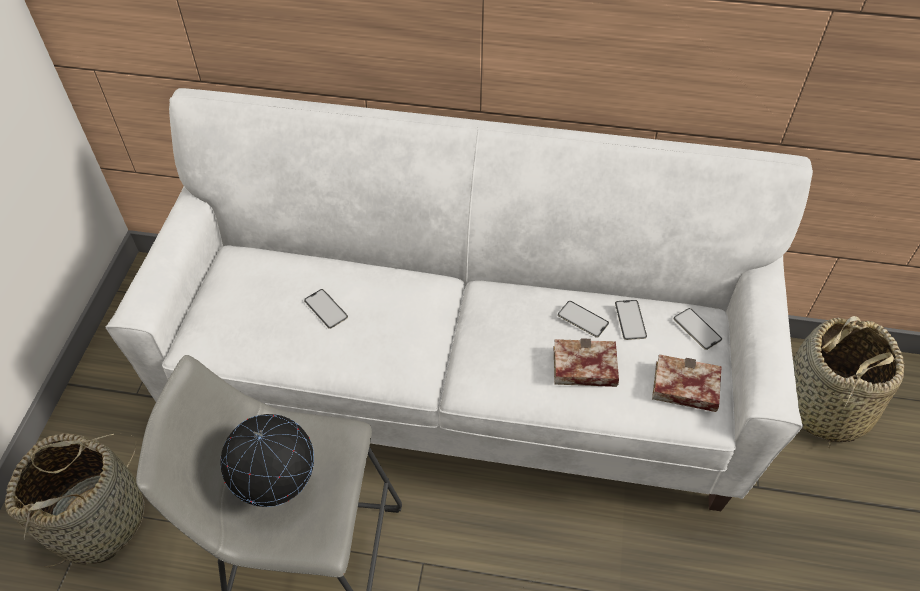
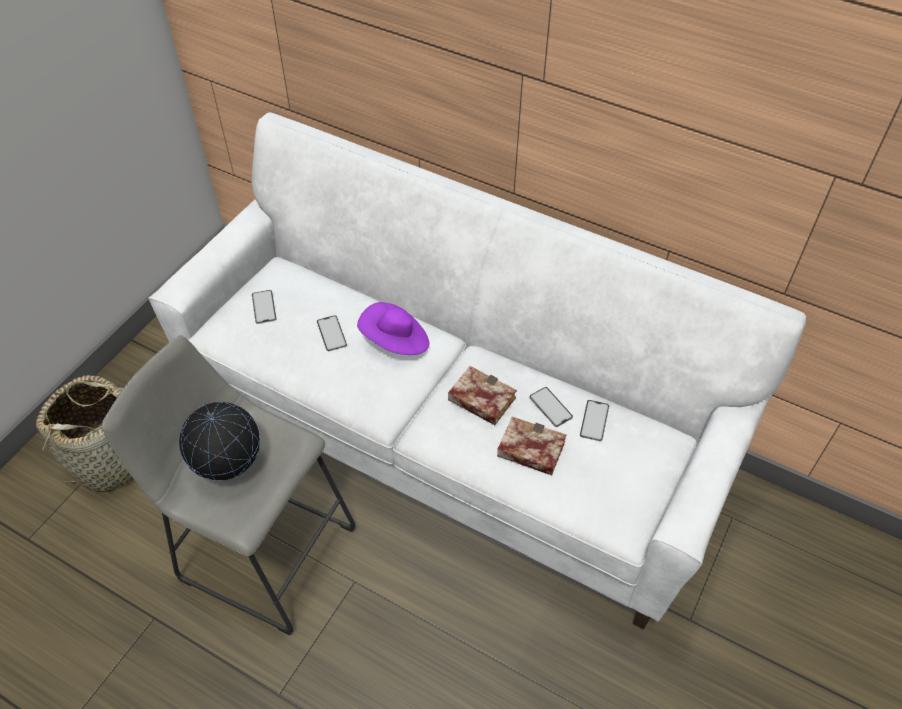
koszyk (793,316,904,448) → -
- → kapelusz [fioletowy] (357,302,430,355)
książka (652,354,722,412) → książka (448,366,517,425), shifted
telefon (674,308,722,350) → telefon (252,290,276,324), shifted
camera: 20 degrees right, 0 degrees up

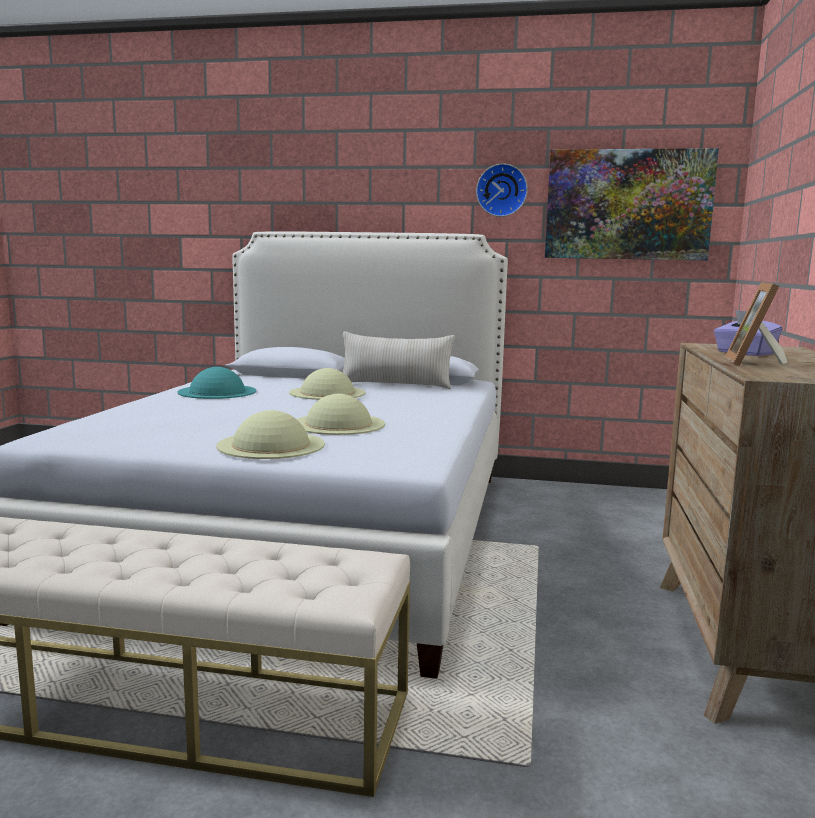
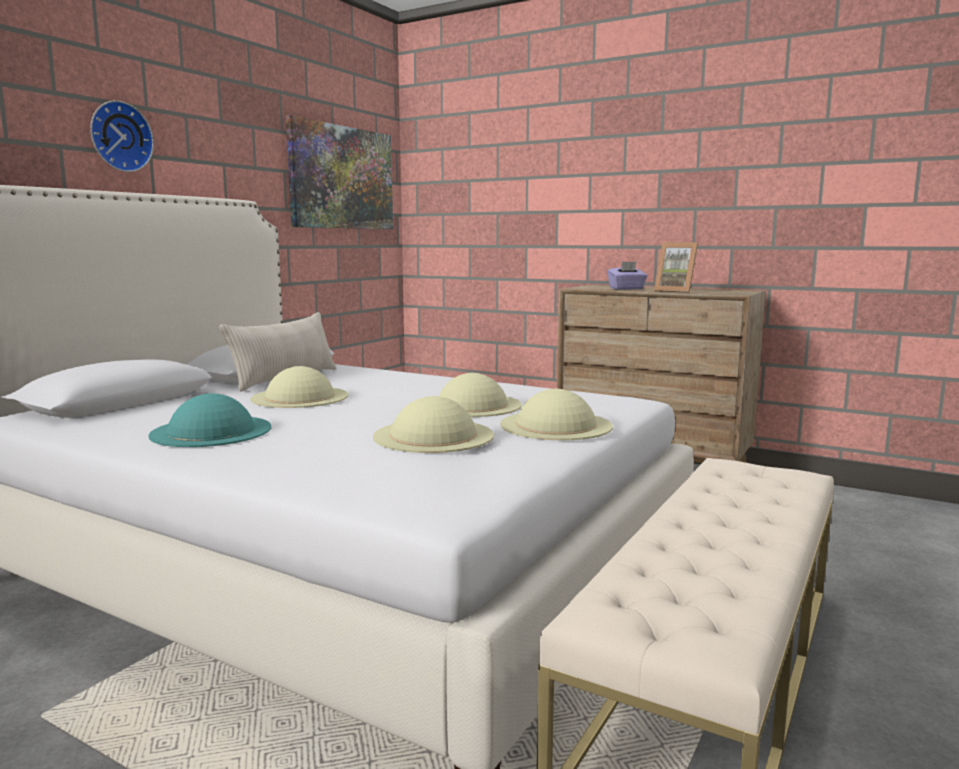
- → kapelusz [beżowy] (373,396,494,453)
zegar ścienny (476,163,528,217) → zegar ścienny (90,100,154,172), shifted
camera: 70 degrees left, 0 degrees up

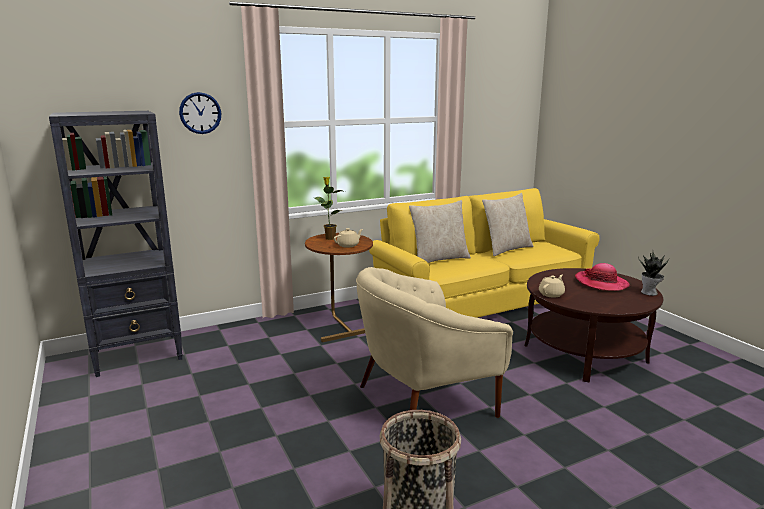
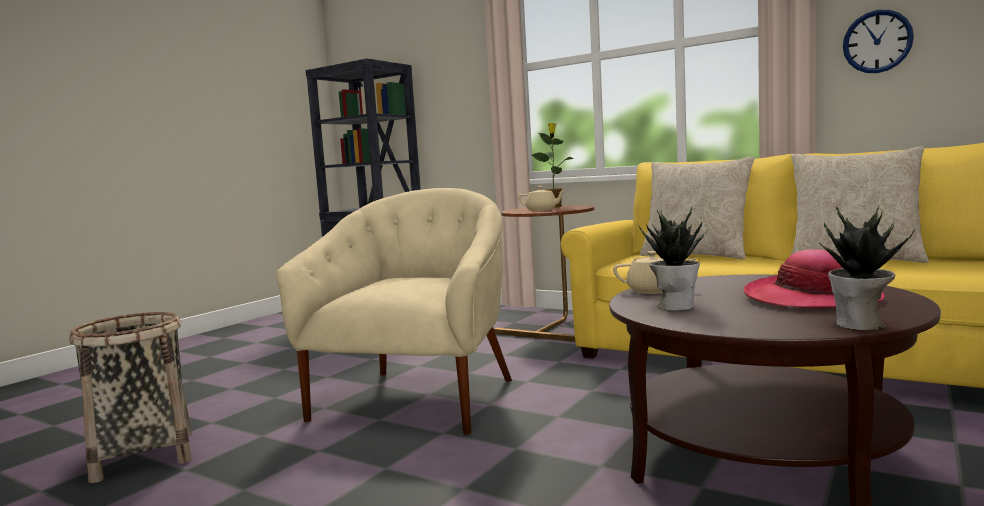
- → roślina doniczkowa (639,207,708,311)
zegar ścienny (179,92,221,134) → zegar ścienny (843,10,914,73), shifted
fotel [beżowy] (356,267,513,418) → fotel [beżowy] (276,188,512,435), 75 degrees clockwise
camera: 60 degrees right, 10 degrees down

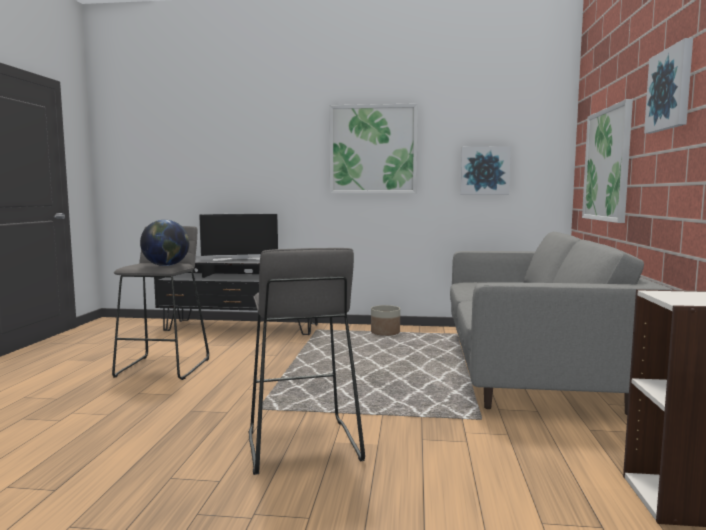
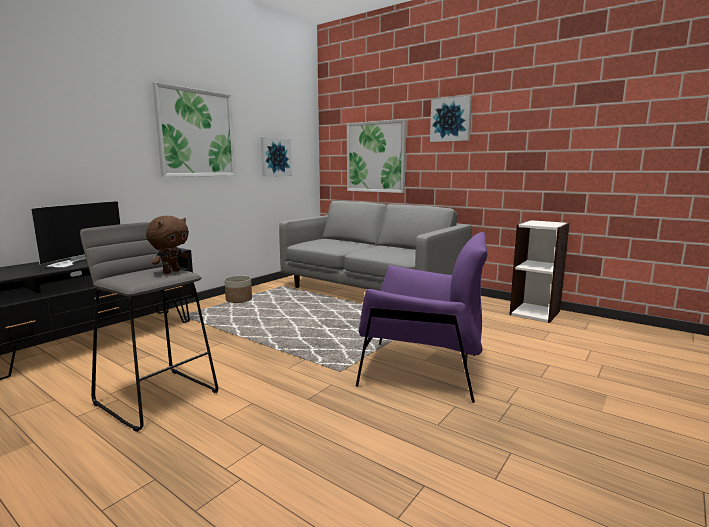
globus (140,220,189,266) → pluszak [brązowy] (146,216,189,274)
stołek [szary] (249,248,365,475) → fotel [fioletowy] (356,232,488,403)
camera: 60 degrees left, 5 degrees up

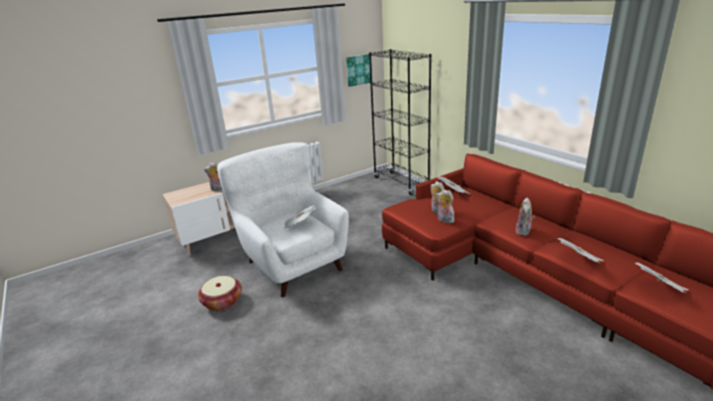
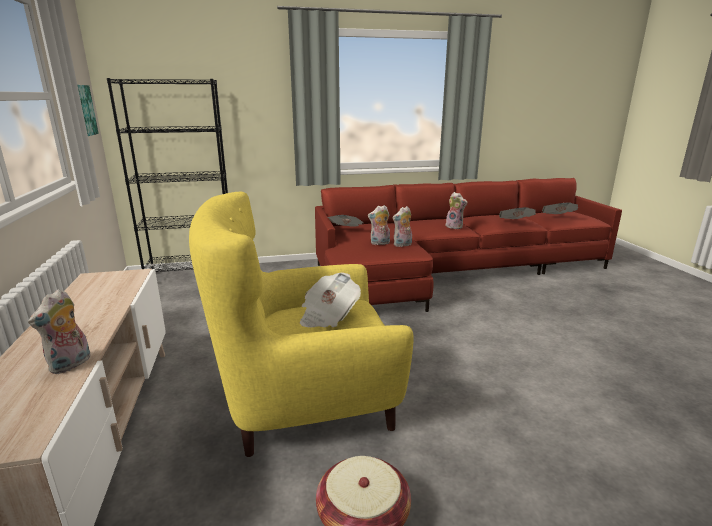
fotel [biały] (217,142,349,297) → fotel [żółty] (189,192,414,457)
camera: 70 degrees left, 5 degrees down

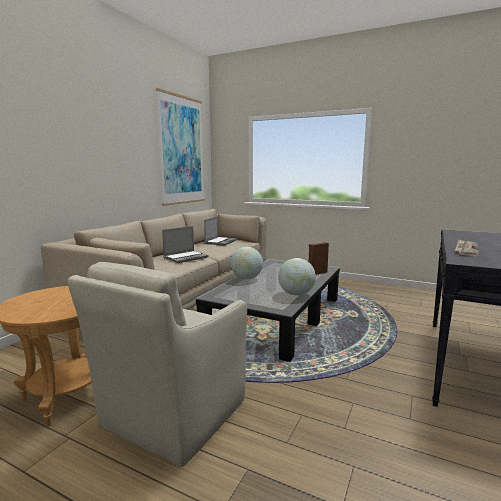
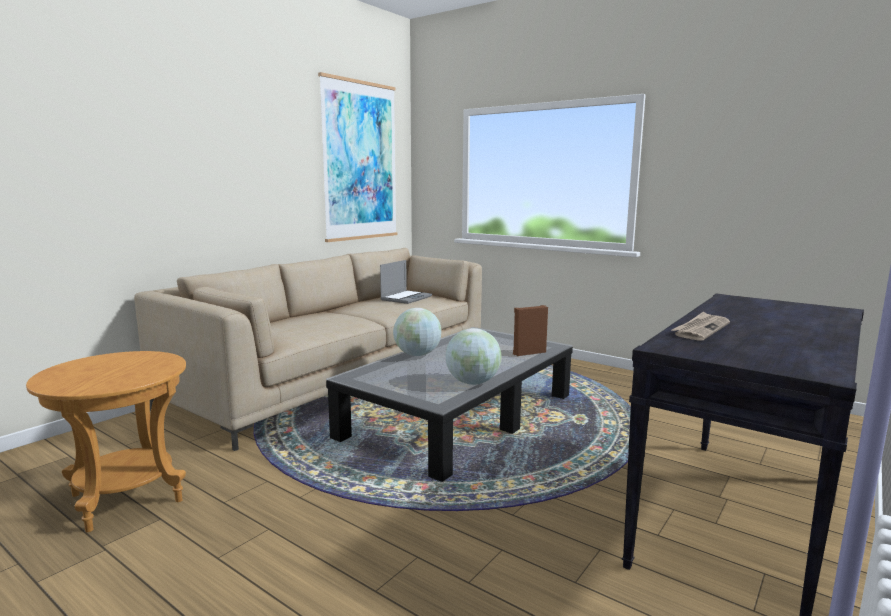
fotel [beżowy] (68,262,247,467) → -
laptop (162,226,209,263) → -
camera: 10 degrees right, 0 degrees up

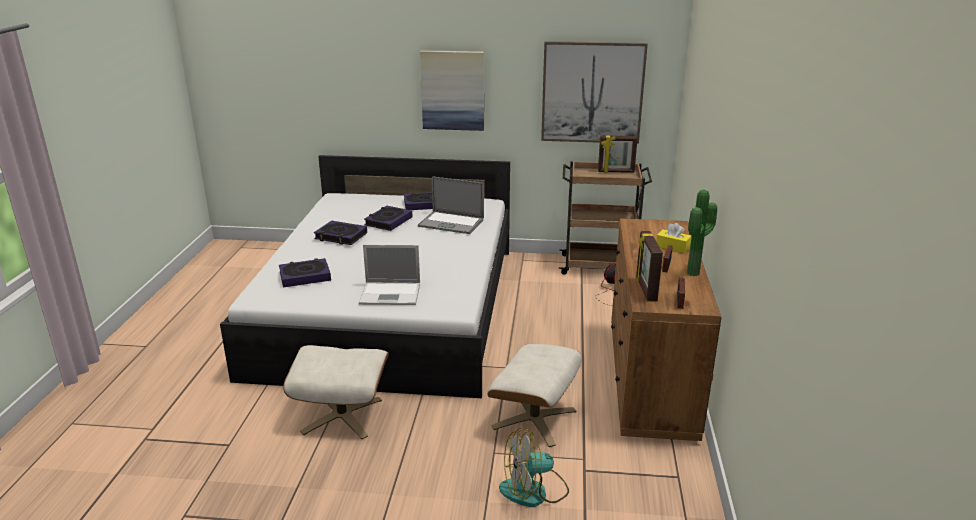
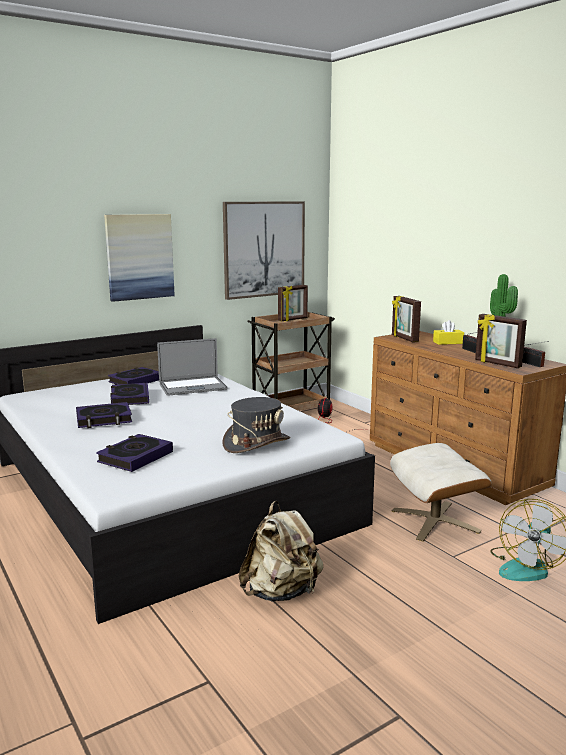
- → ramka na zdjęcie (392,296,421,342)
pufa [beżowy] (283,345,389,439) → plecak [beżowy] (238,501,323,602)
laptop (359,244,420,305) → kapelusz [szary] (222,397,290,453)
camera: 40 degrees left, 10 degrees down

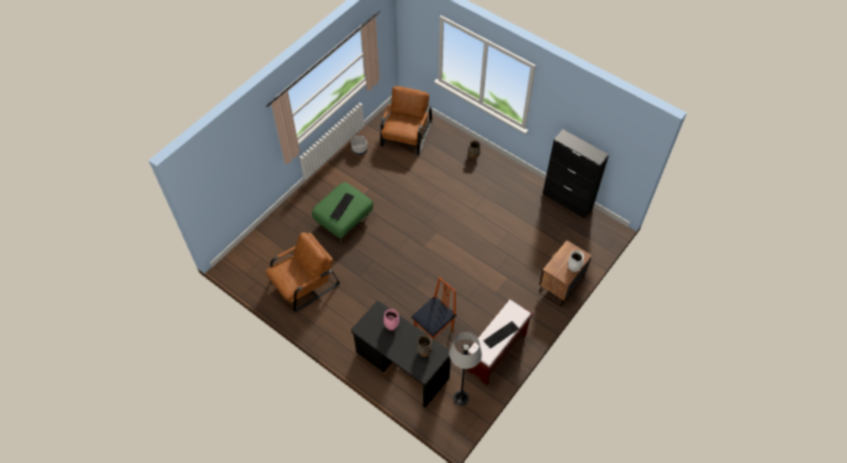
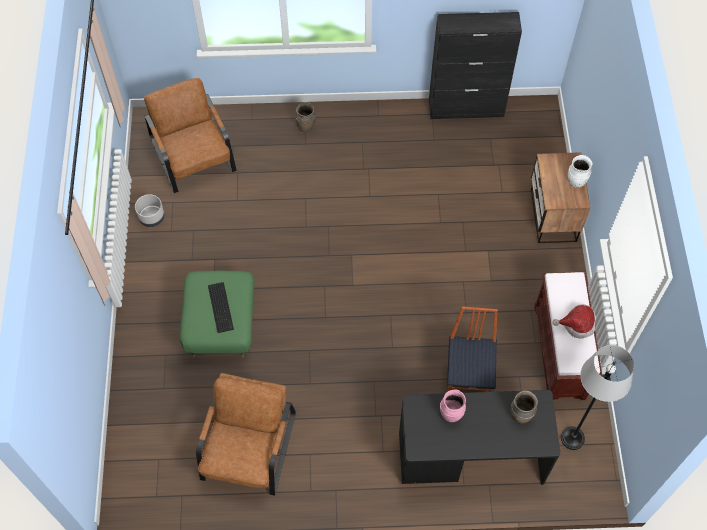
klawiatura (483,321,519,349) → kapelusz (553,304,596,339)
camera: 40 degrees left, 5 degrees up

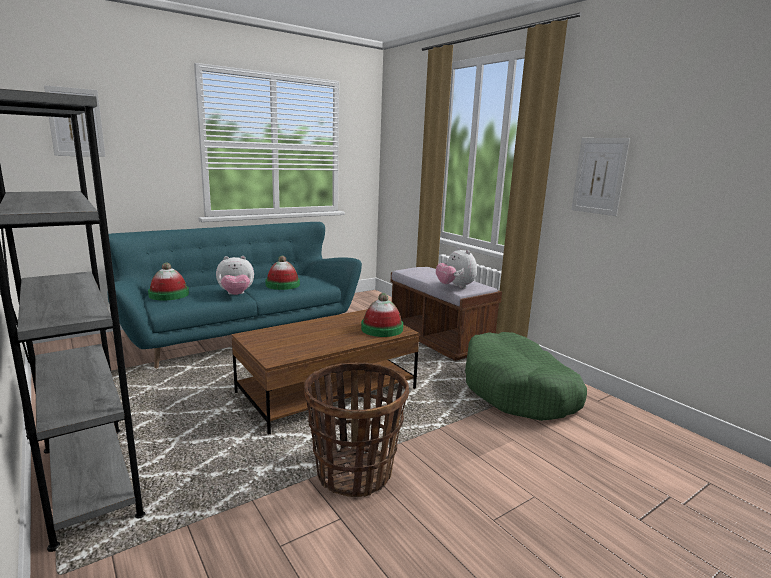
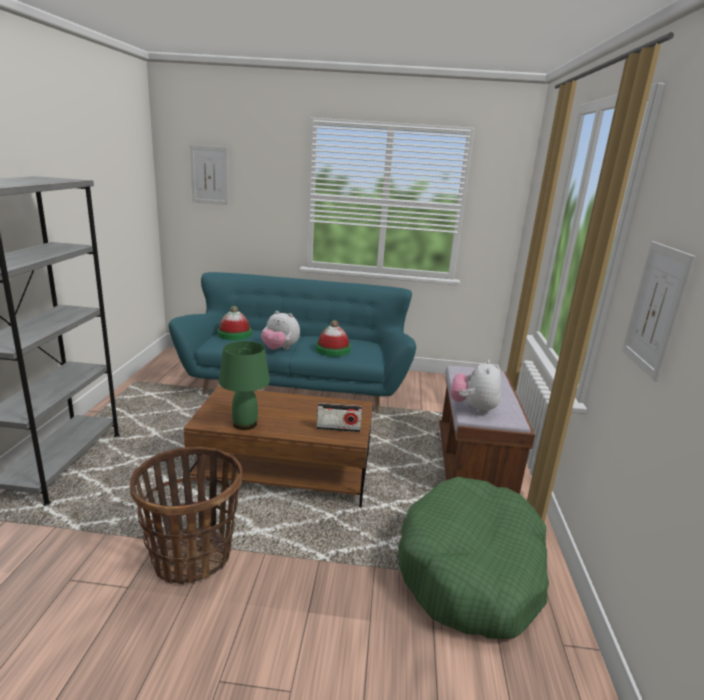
- → lampa stołowa [zielony] (219,341,270,430)
kapelusz (361,293,403,337) → radio (317,403,362,432)
camera: 40 degrees right, 5 degrees up

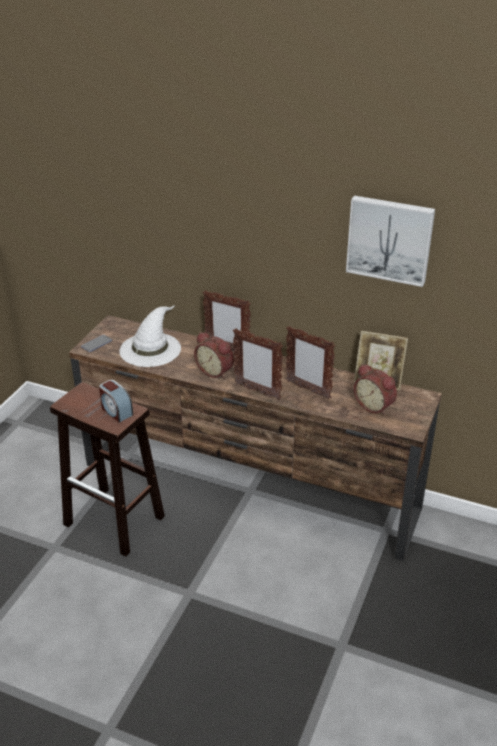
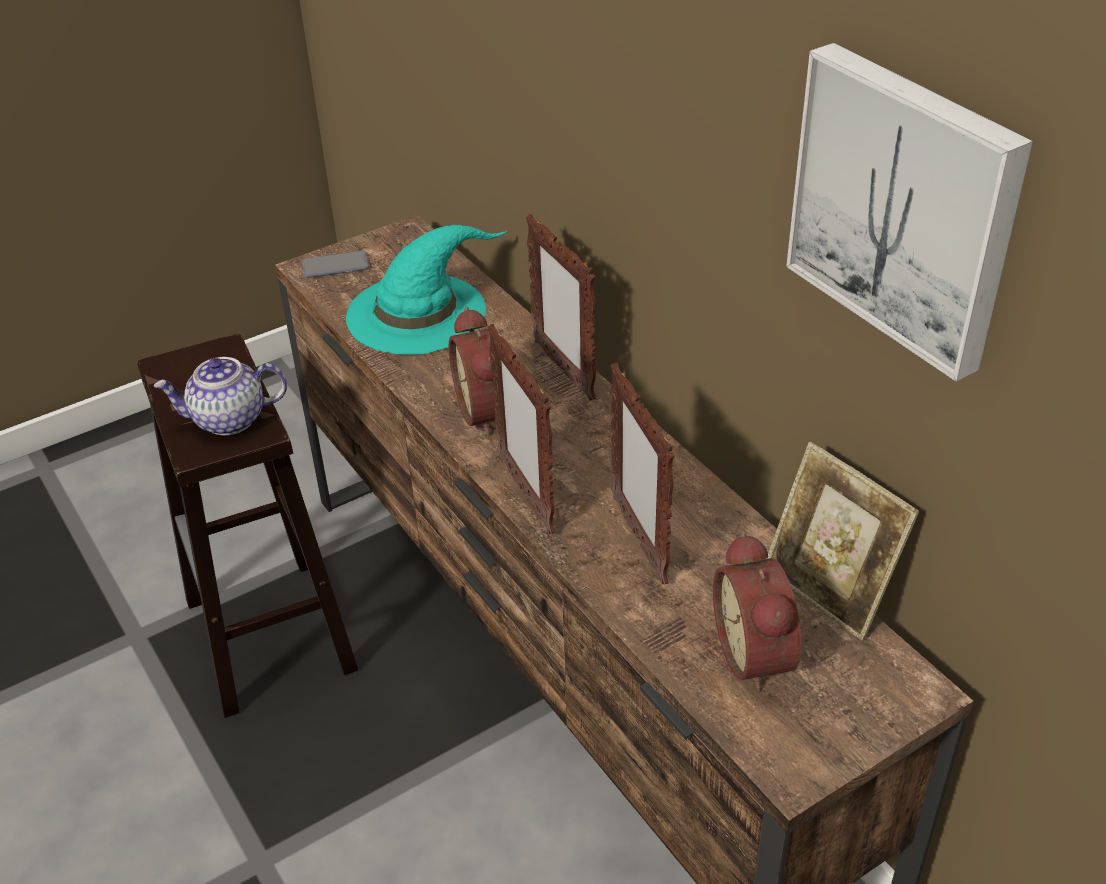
budzik (99,380,133,422) → imbryk (153,357,287,435)
kapelusz [biały] (119,305,181,367) → kapelusz [turkusowy] (346,225,506,355)
camera: 35 degrees right, 5 degrees up

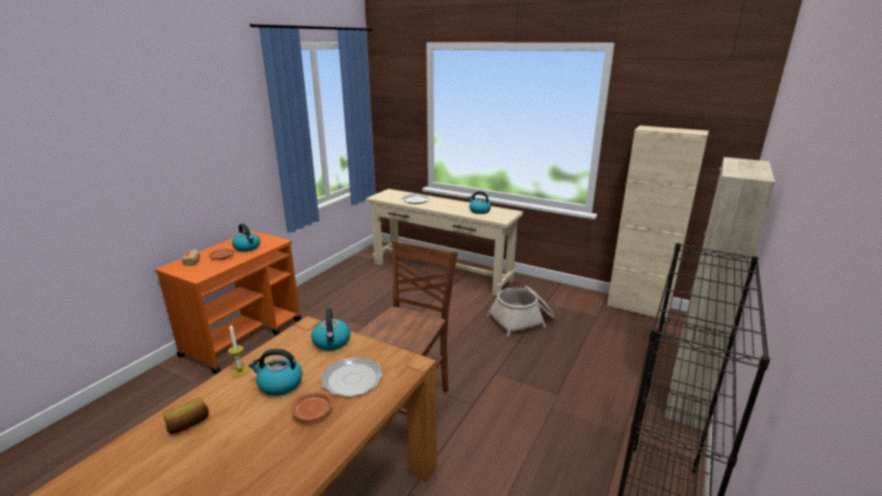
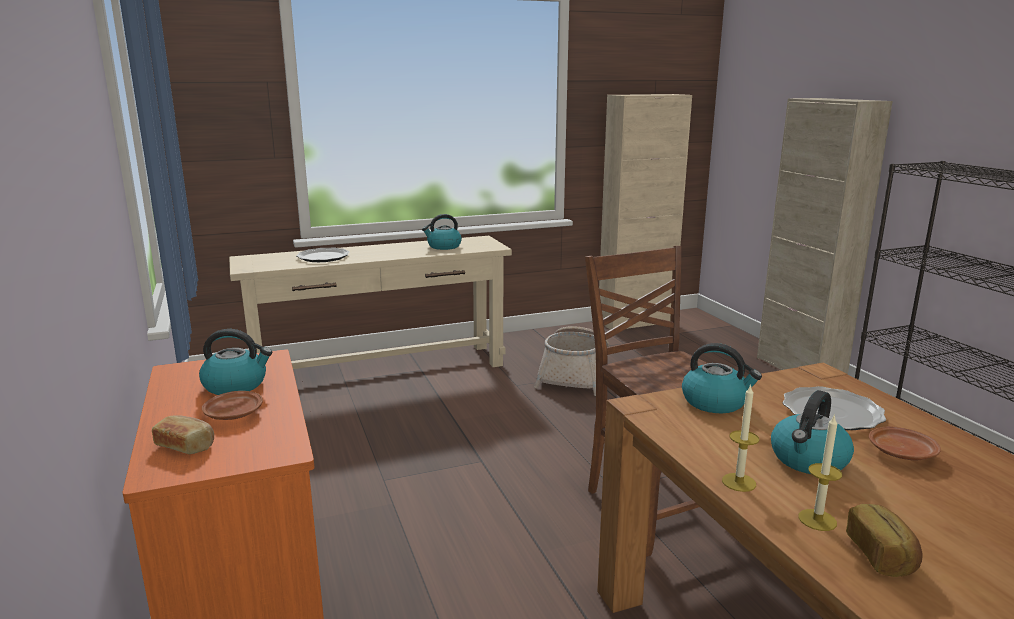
- → świeca (798,414,842,531)
camera: 50 degrees left, 5 degrees down

